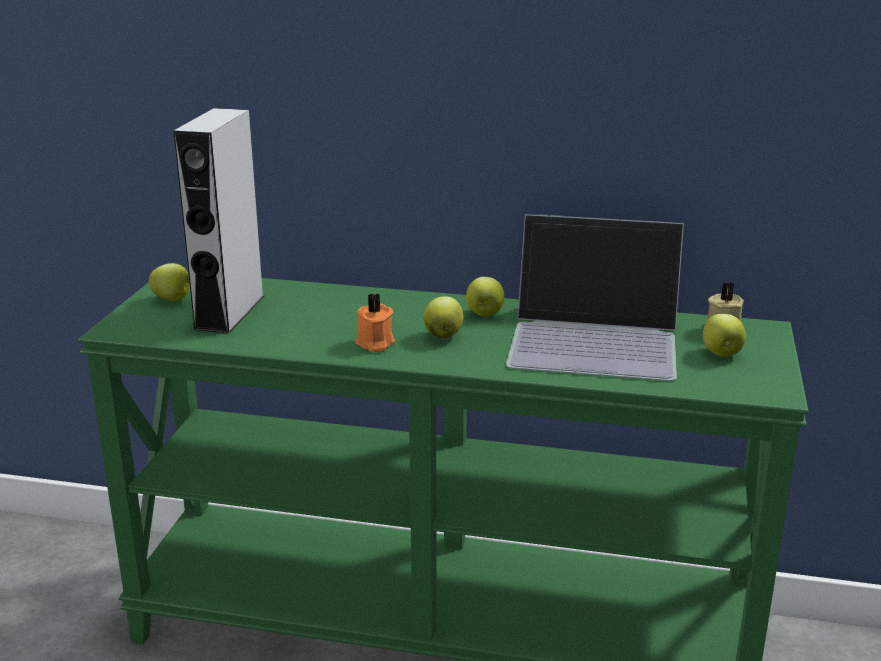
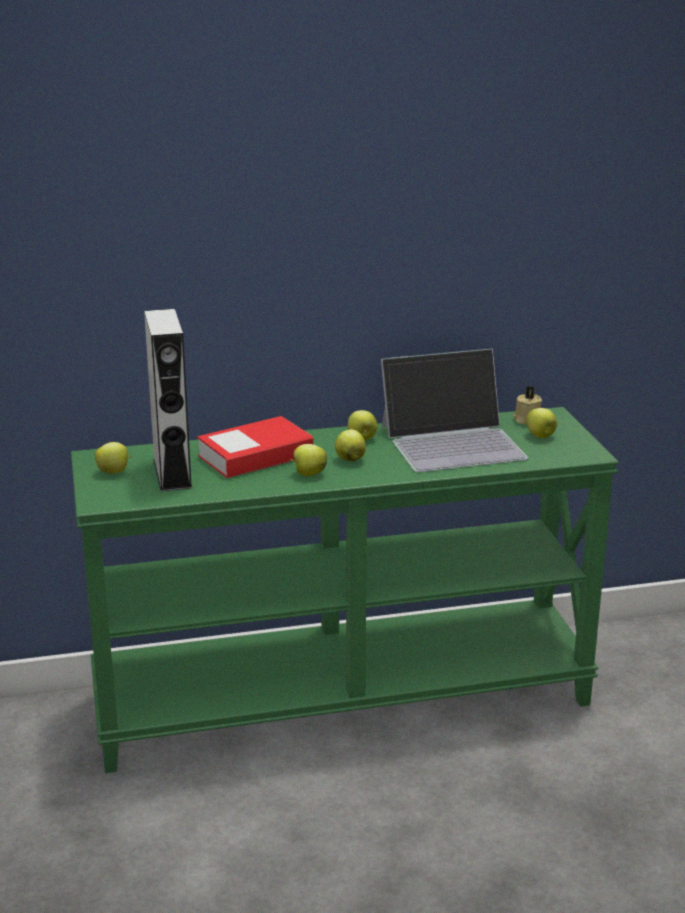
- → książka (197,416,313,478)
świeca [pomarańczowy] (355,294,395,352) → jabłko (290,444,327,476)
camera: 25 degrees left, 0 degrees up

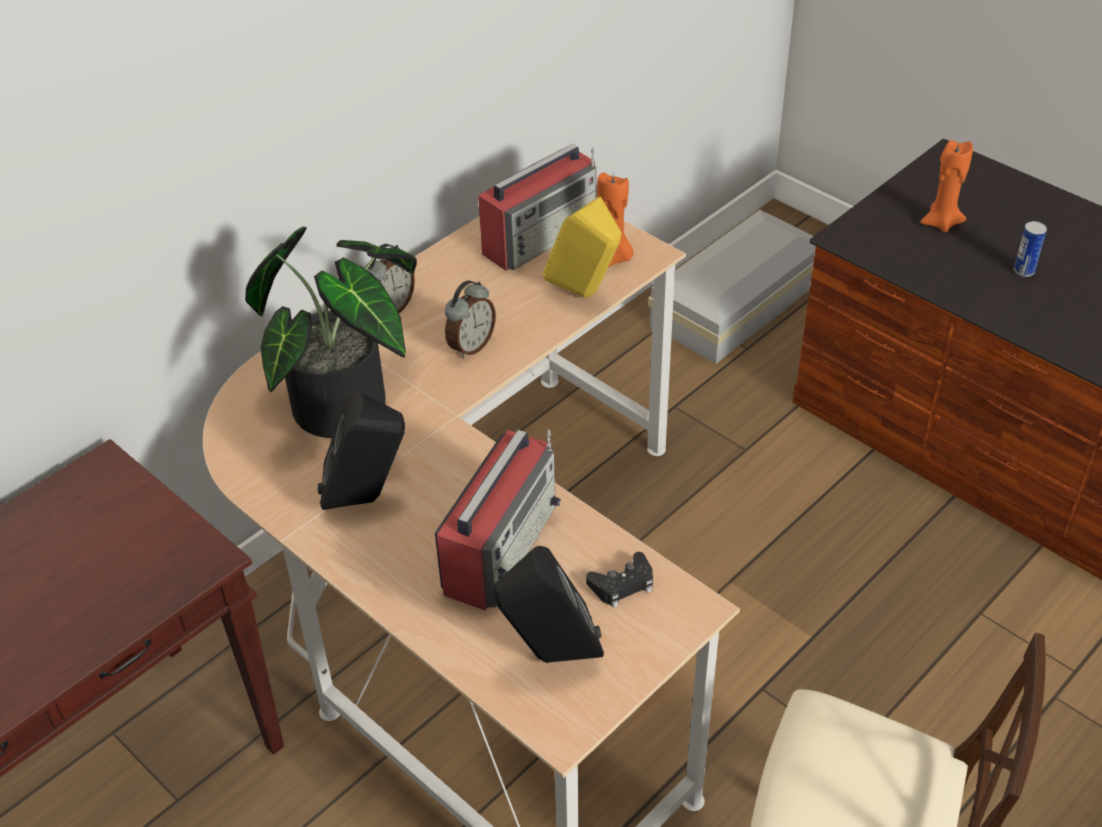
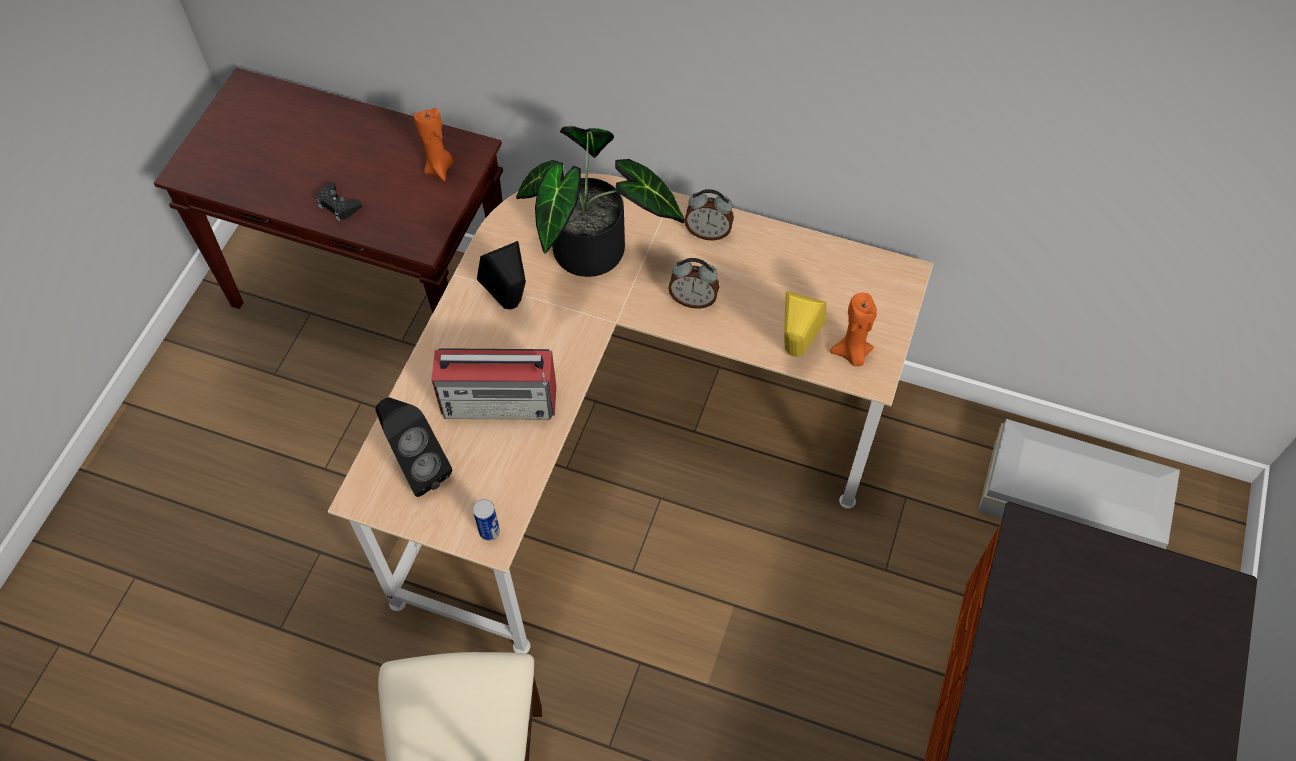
radio (478,144,596,271) → -
pad do gier [czarny] (586,552,653,608) → pad do gier [czarny] (316,182,362,221), shifted
świeca [pomarańczowy] (920,140,973,233) → świeca [pomarańczowy] (414,107,453,181), shifted
puszka (1014,221,1047,277) → puszka (473,499,500,541), shifted
camera: 65 degrees right, 15 degrees up

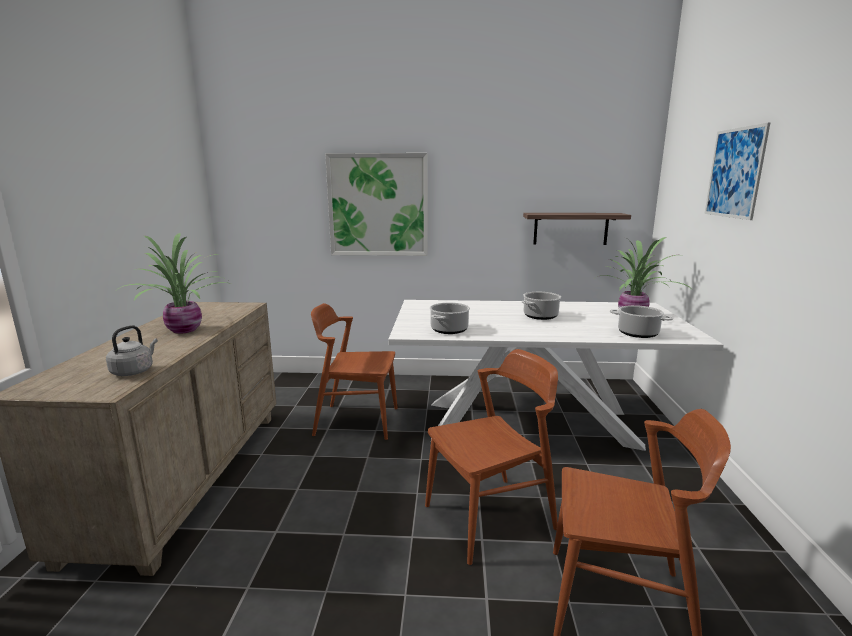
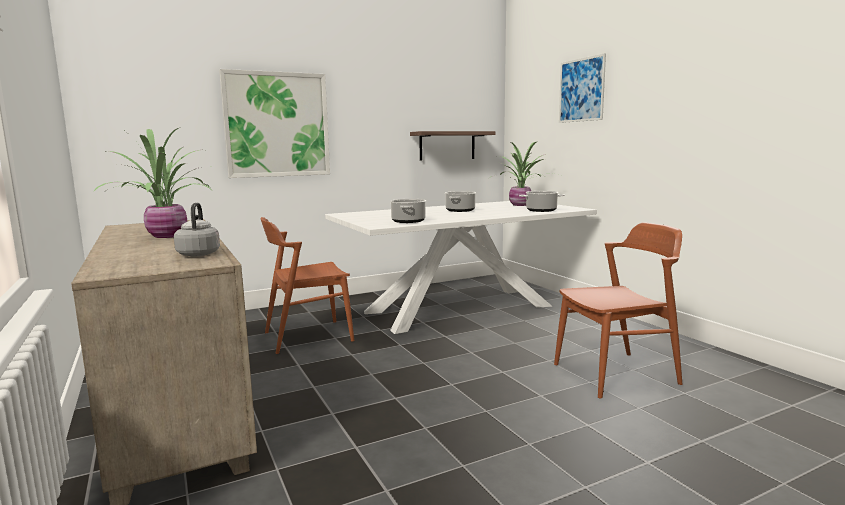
krzesło [brązowy] (425,349,558,565) → -
camera: 30 degrees left, 5 degrees down

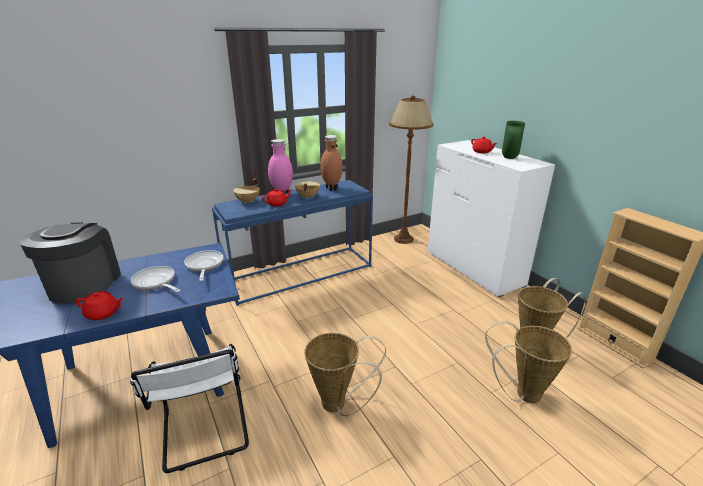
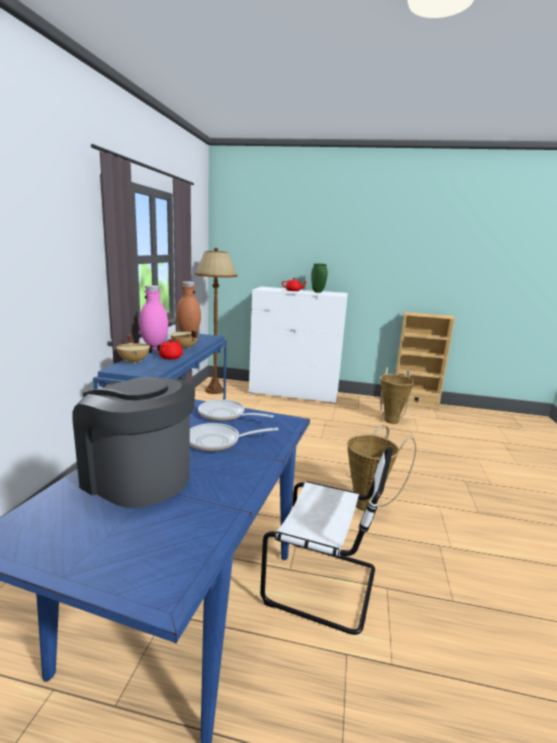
imbryk [czerwony] (75,291,124,320) → -
koszyk (485,321,573,403) → -
camera: 50 degrees left, 10 degrees down

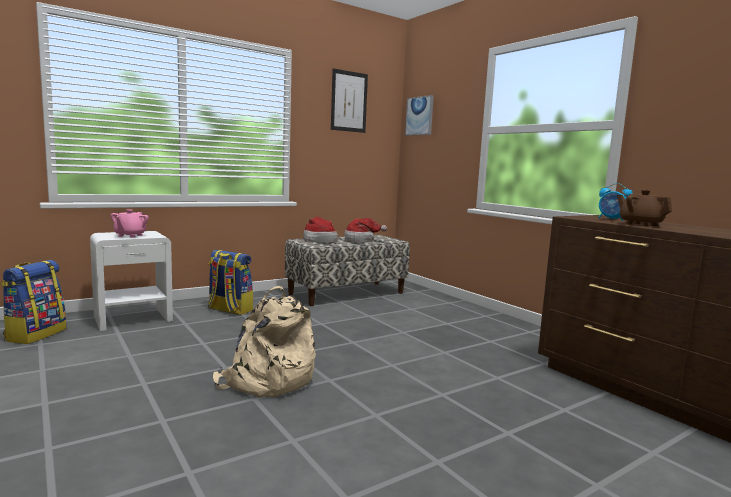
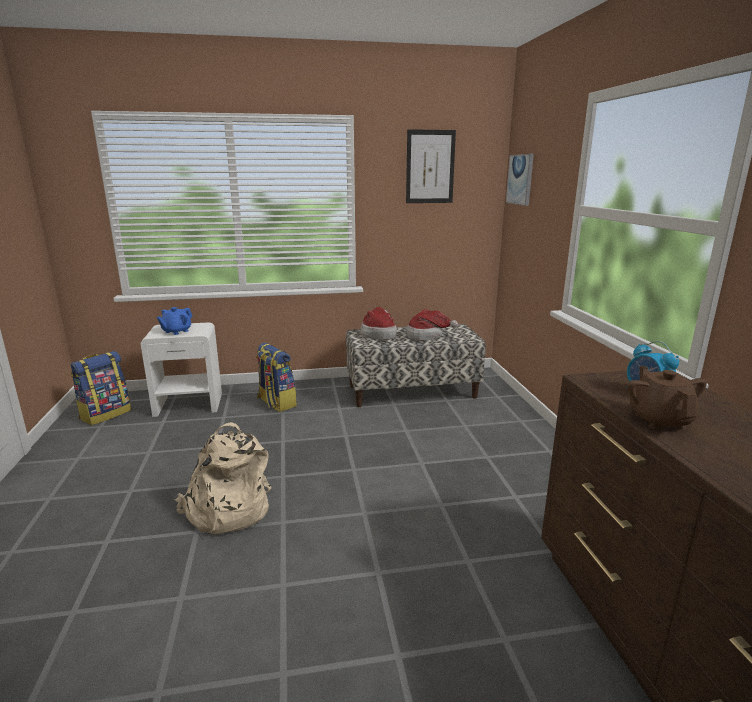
imbryk [różowy] (111,209,149,238) → imbryk [niebieski] (157,307,192,335)
camera: 25 degrees right, 10 degrees up

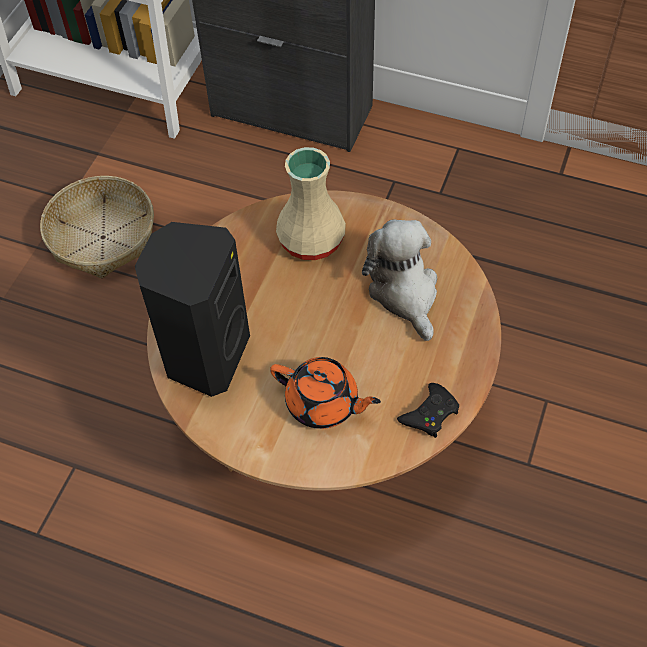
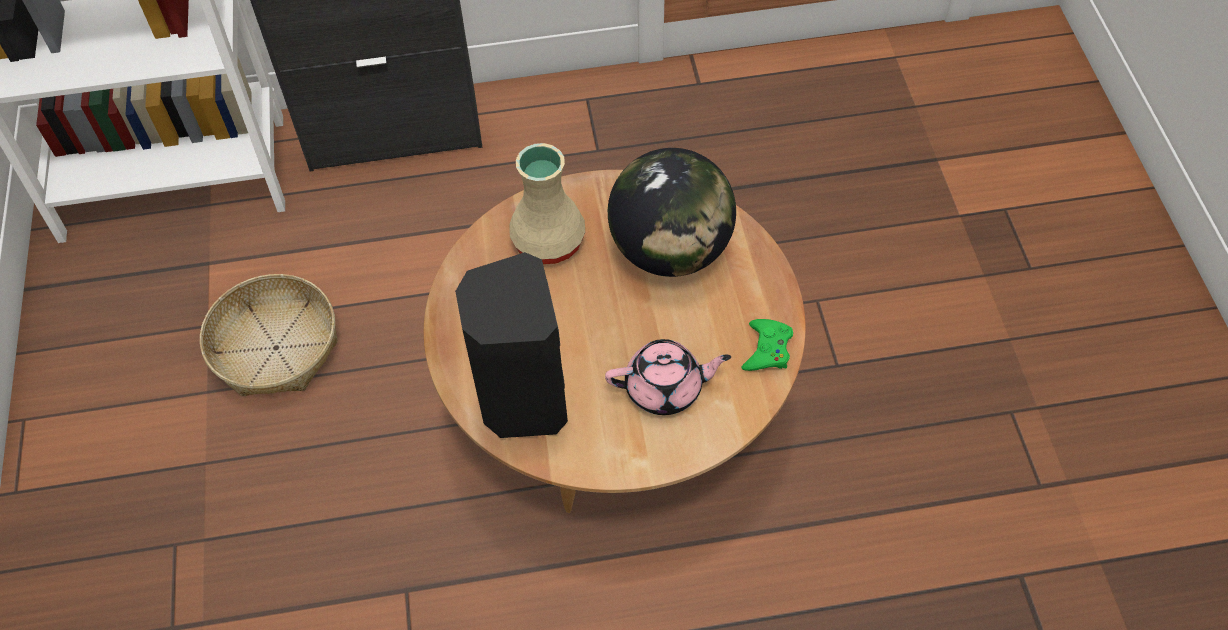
pluszak (362,219,437,341) → globus (608,148,736,277)
imbryk [pomarańczowy] (270,357,381,429) → imbryk [różowy] (605,339,731,415)
pad do gier [czarny] (397,383,459,438) → pad do gier [zielony] (741,319,793,371)
camera: 30 degrees left, 0 degrees up

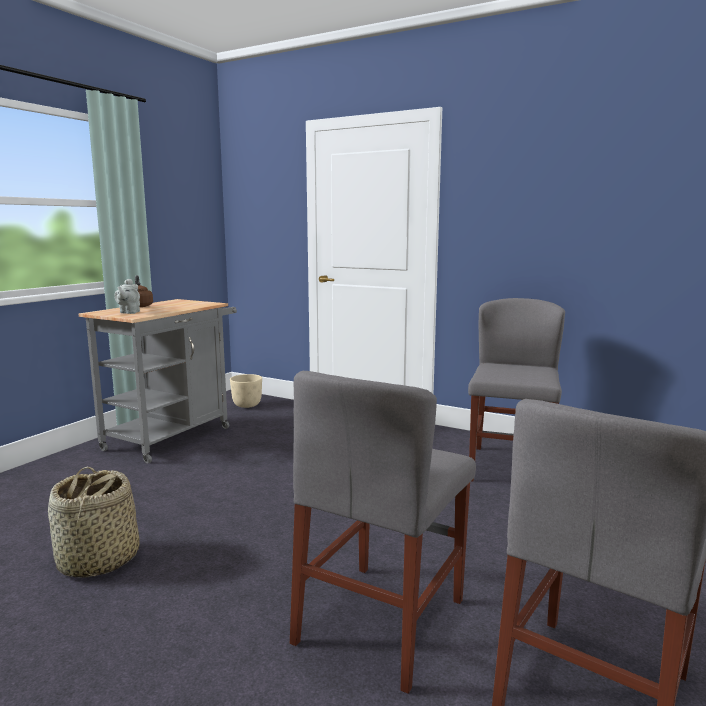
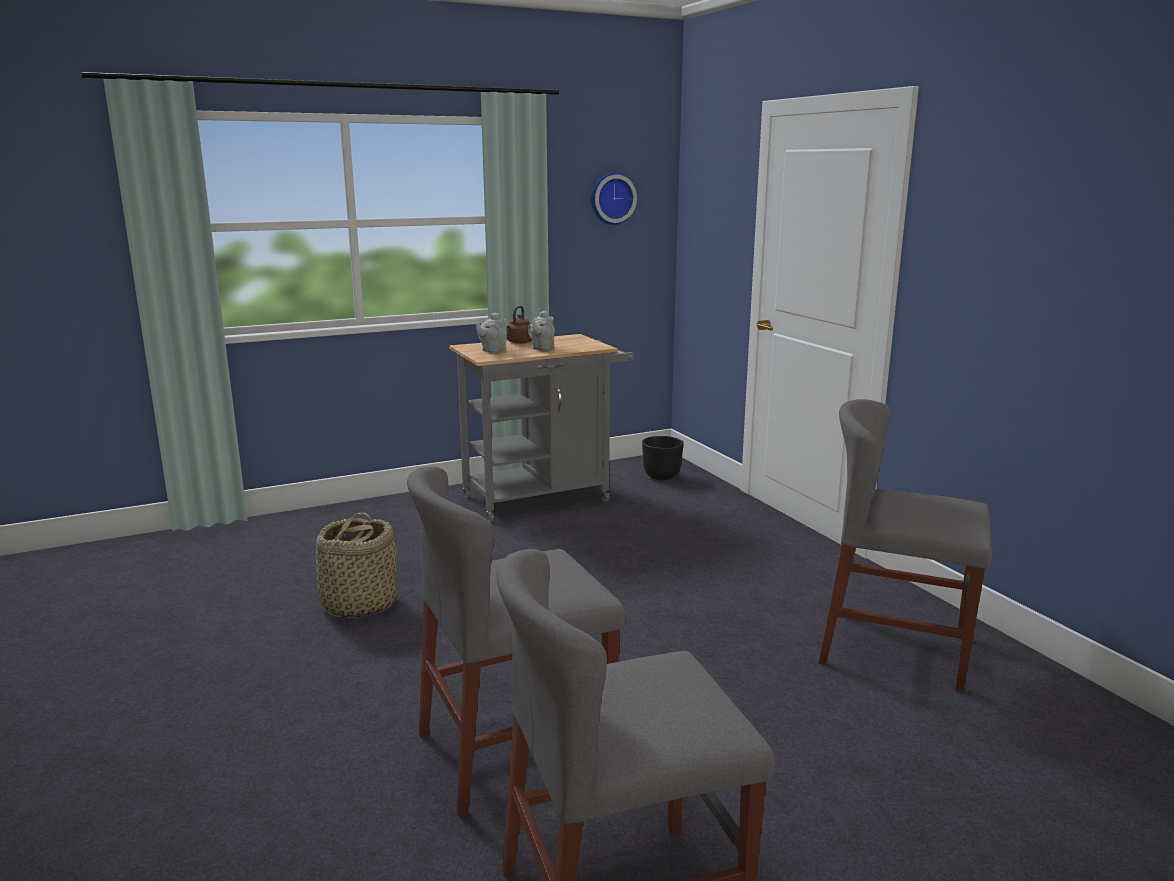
- → imbryk [szary] (528,310,555,351)
- → zegar ścienny (591,172,637,225)
donica [beżowy] (230,374,262,408) → donica [czarny] (642,436,684,480)
krzesło [szary] (468,298,565,482) → krzesło [szary] (819,399,992,692), 120 degrees counterclockwise
camera: 35 degrees right, 5 degrees up

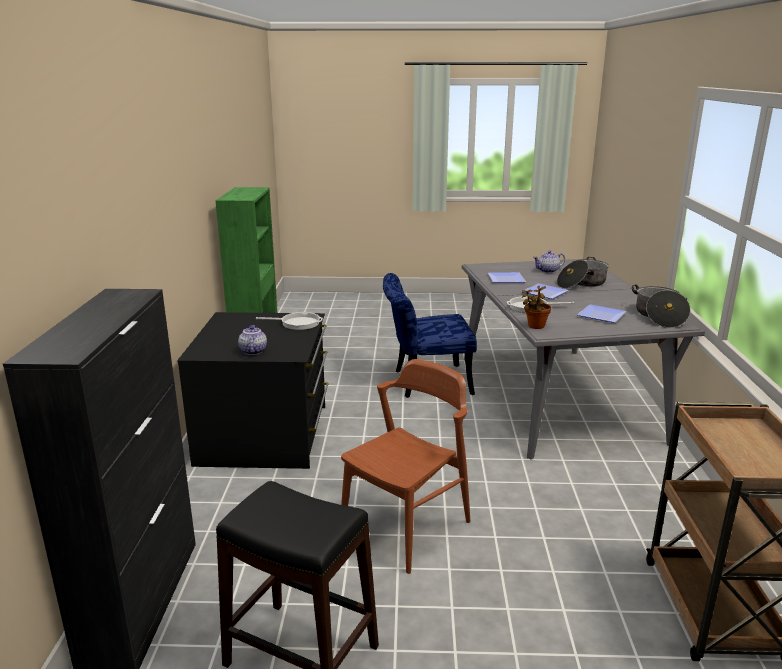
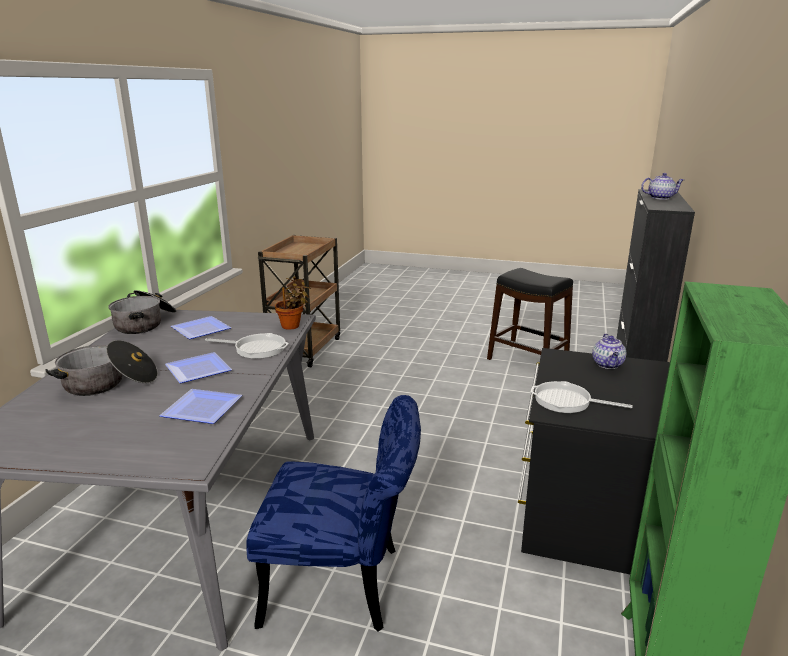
krzesło [brązowy] (341,359,471,574) → -
imbryk (533,250,565,273) → imbryk (641,173,684,200), shifted
camera: 165 degrees left, 0 degrees up

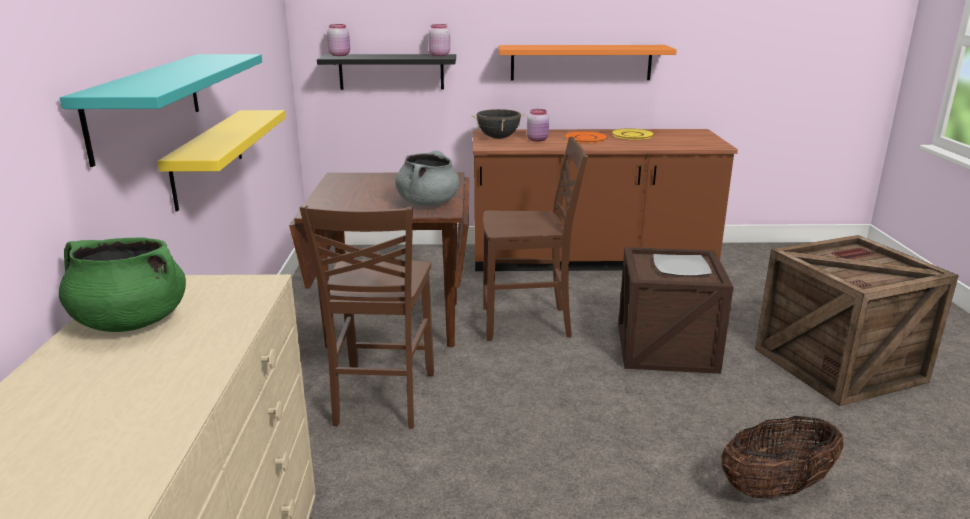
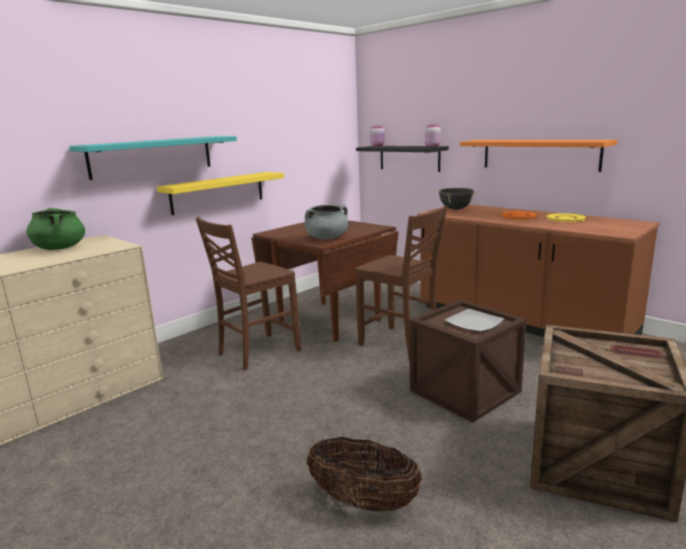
słoik [różowy] (527,109,549,142) → -
camera: 45 degrees right, 5 degrees down

